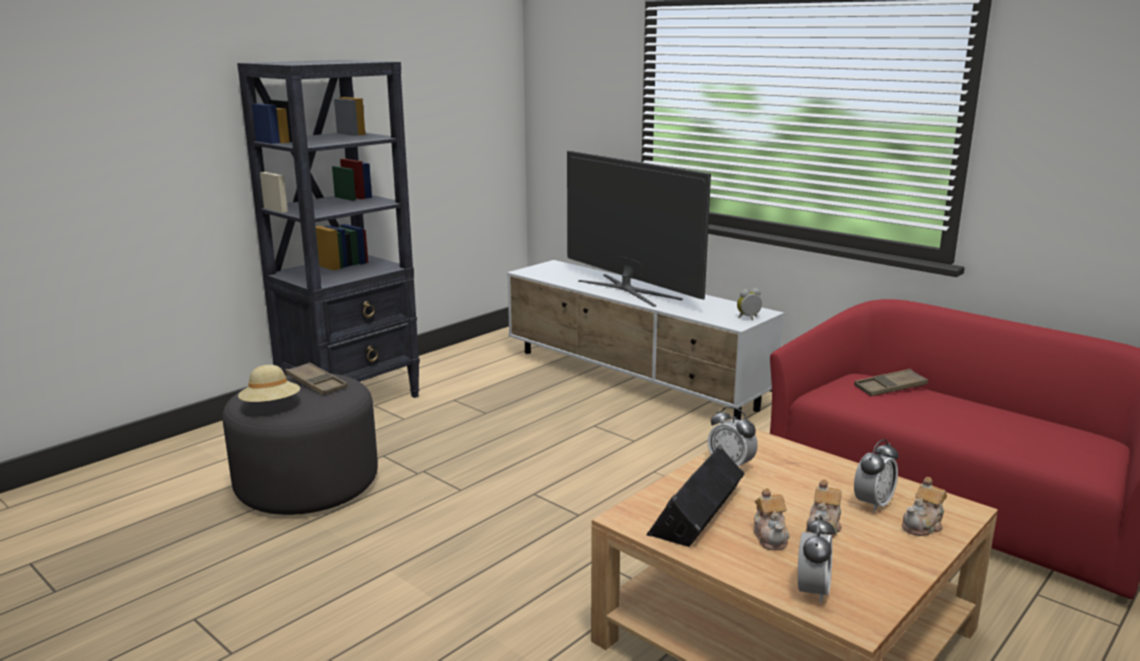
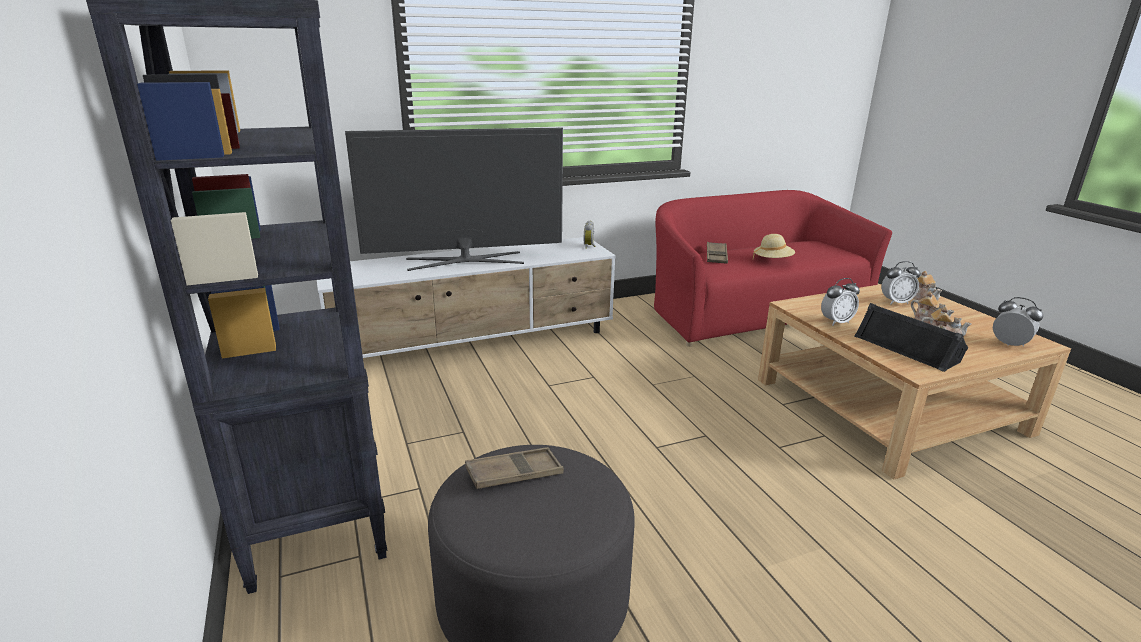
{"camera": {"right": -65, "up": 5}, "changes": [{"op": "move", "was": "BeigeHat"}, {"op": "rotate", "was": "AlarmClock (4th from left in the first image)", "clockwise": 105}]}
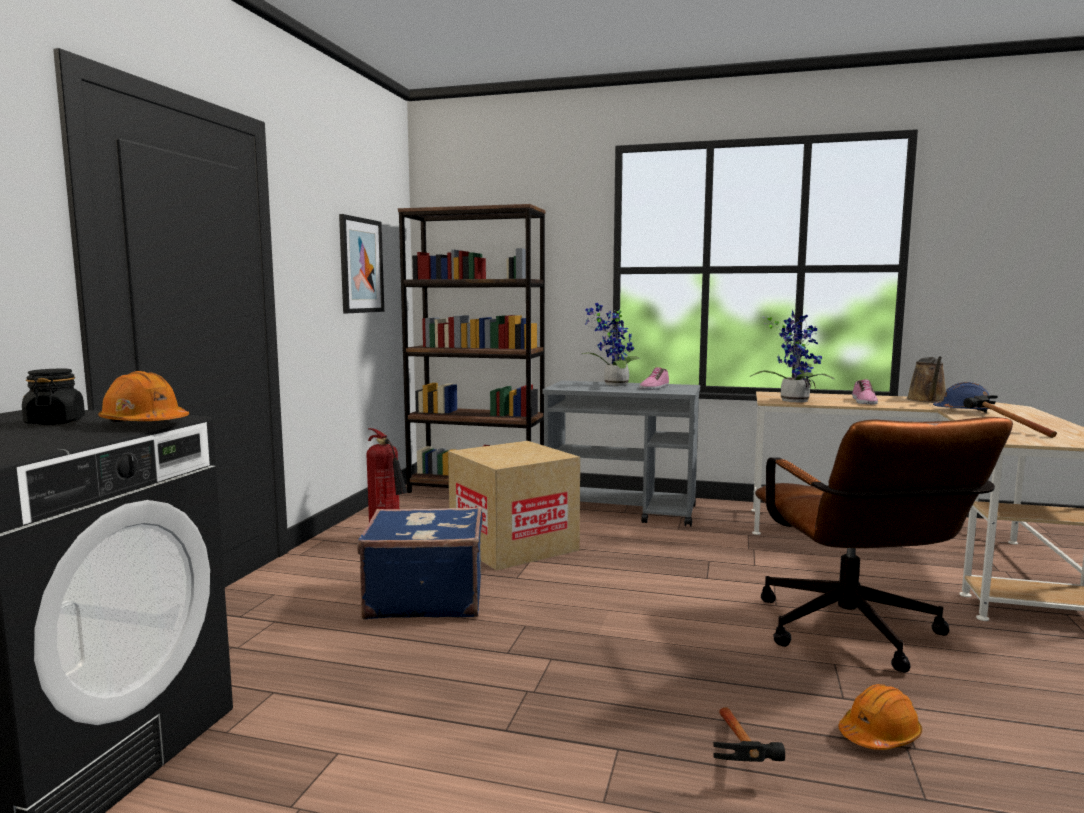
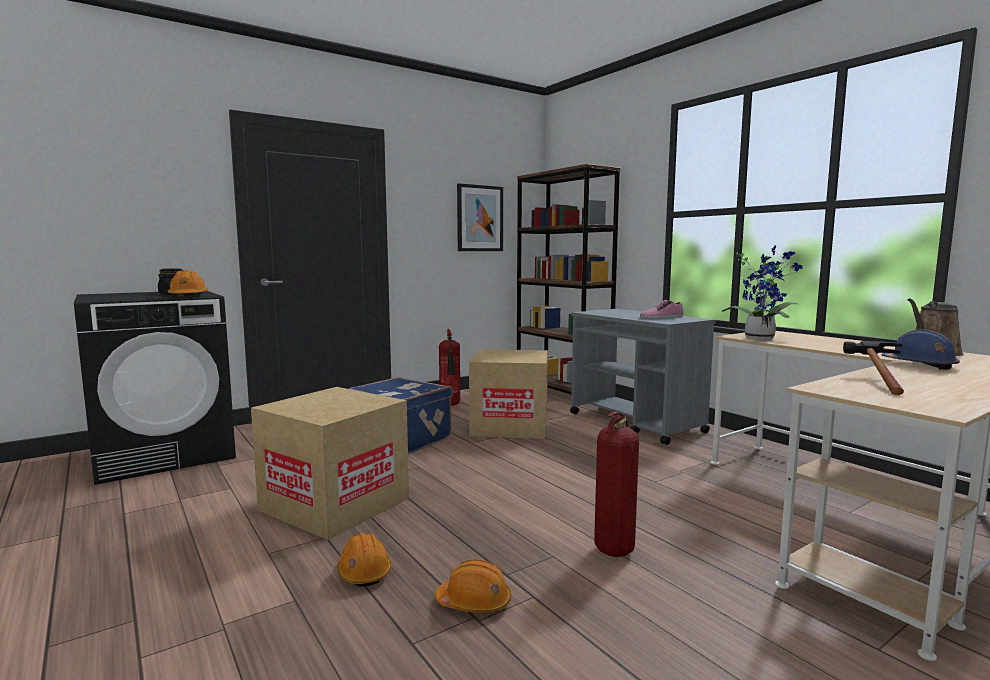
{"camera": {"right": 40, "up": 0}, "changes": [{"op": "delete", "was": "PottedPlant (1st from left)"}, {"op": "delete", "was": "Shoe (2nd from left)"}, {"op": "replace", "was": "BrownOfficeChair", "now": "FireExtinguisher (2nd from left)"}, {"op": "replace", "was": "Hammer (1st from left)", "now": "OrangeHardHat (2nd from left)"}, {"op": "insert", "now": "CardboardBox (1st from left)"}]}
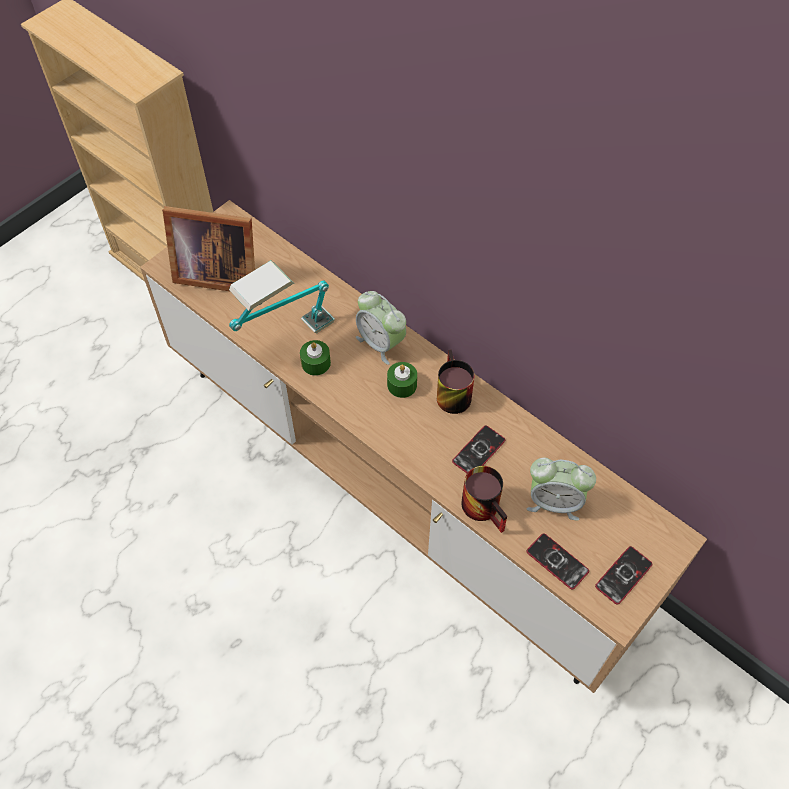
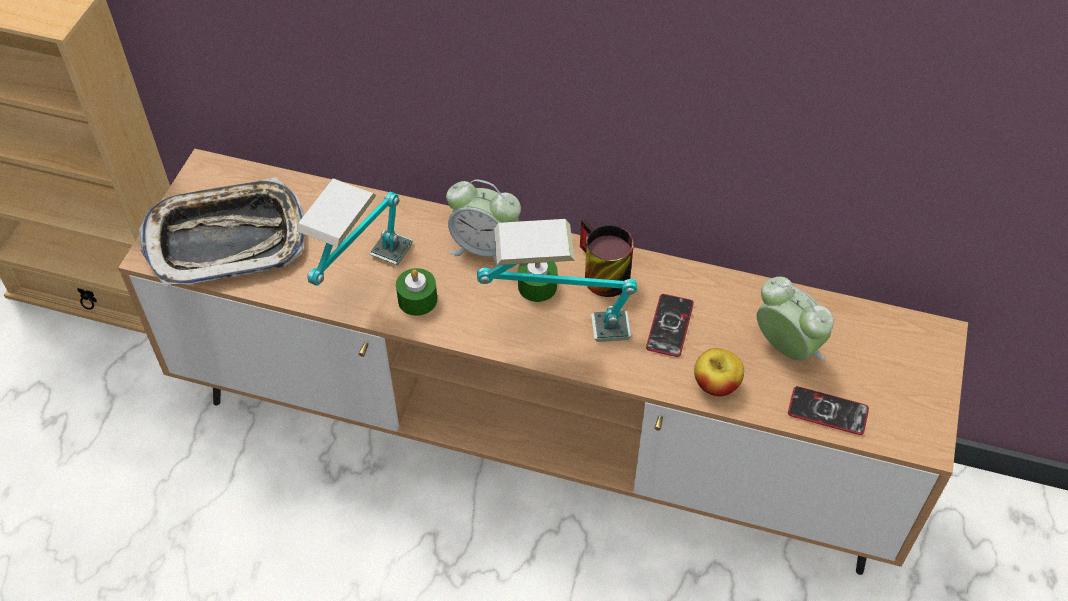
{"camera": {"right": -25, "up": -5}, "changes": [{"op": "replace", "was": "PictureFrame", "now": "Tray"}, {"op": "rotate", "was": "AlarmClock (2nd from left)", "clockwise": -120}, {"op": "replace", "was": "Mug (2nd from left)", "now": "Apple"}, {"op": "delete", "was": "Phone (3rd from left)"}, {"op": "insert", "now": "TableLamp (2nd from left)"}]}
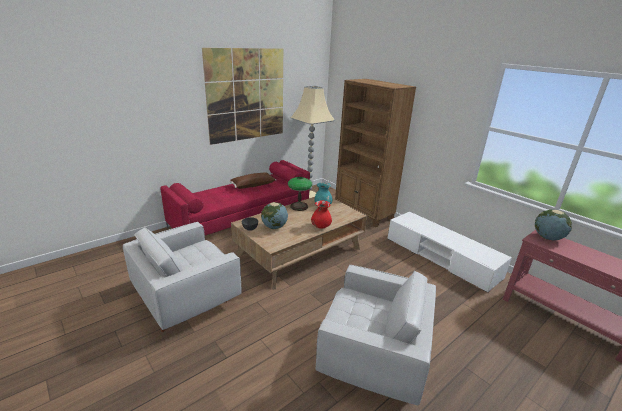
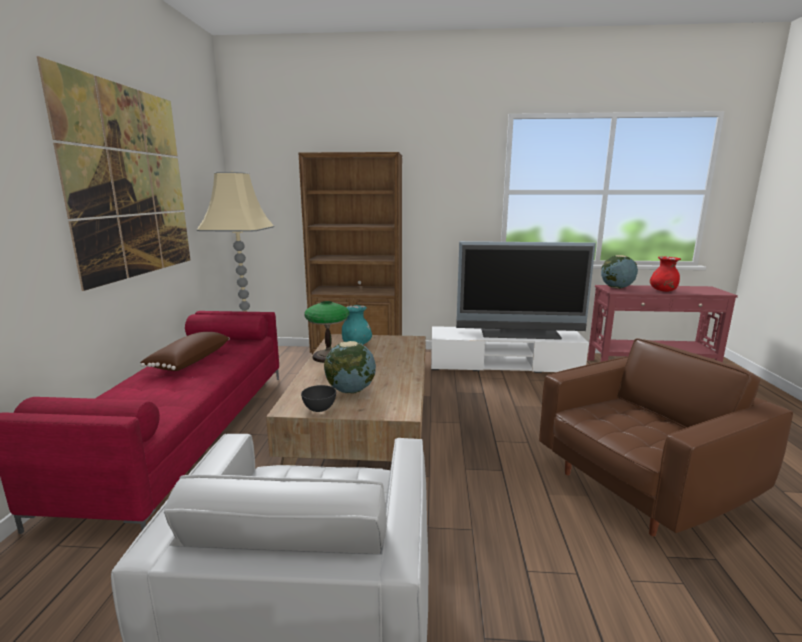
{"camera": {"right": -45, "up": -10}, "changes": [{"op": "move", "was": "RedVase"}, {"op": "recolor", "was": "WhiteArmchair (2nd from left)", "now": "BrownArmchair"}, {"op": "insert", "now": "Television"}]}
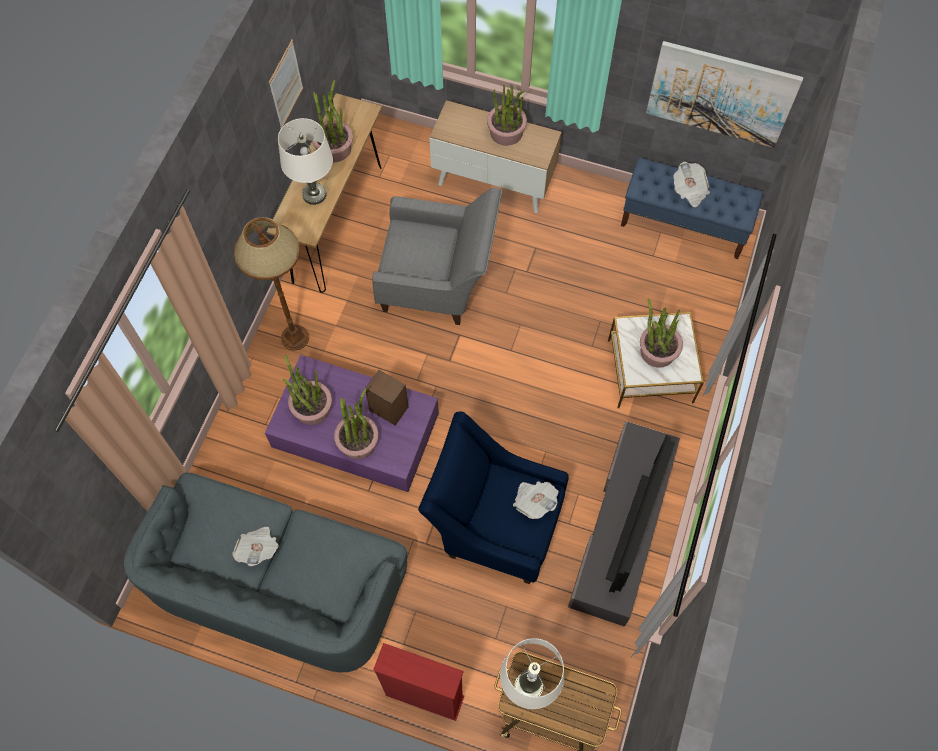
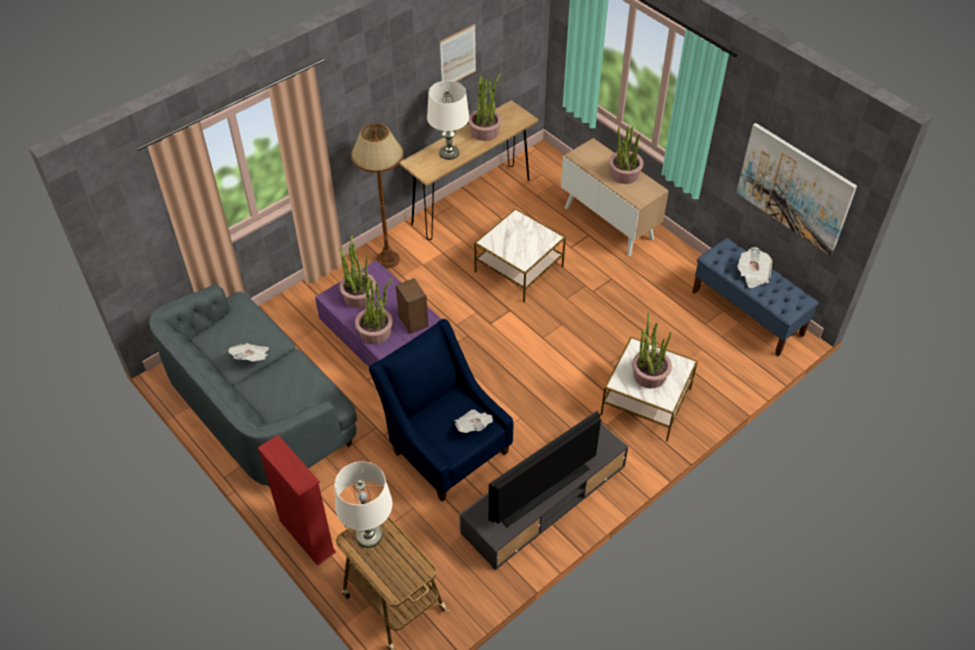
{"camera": {"right": 30, "up": -15}, "changes": [{"op": "replace", "was": "GreyArmchair", "now": "SideTable (1st from left)"}]}
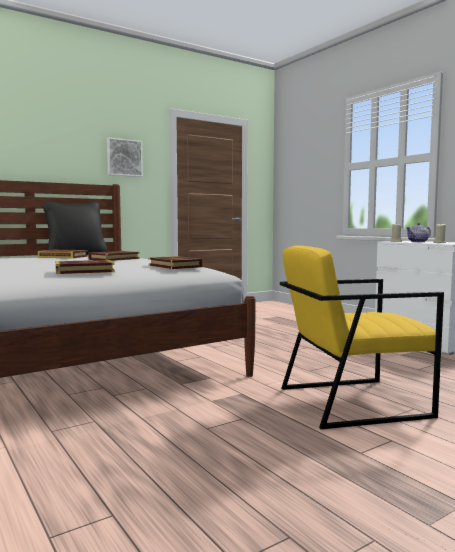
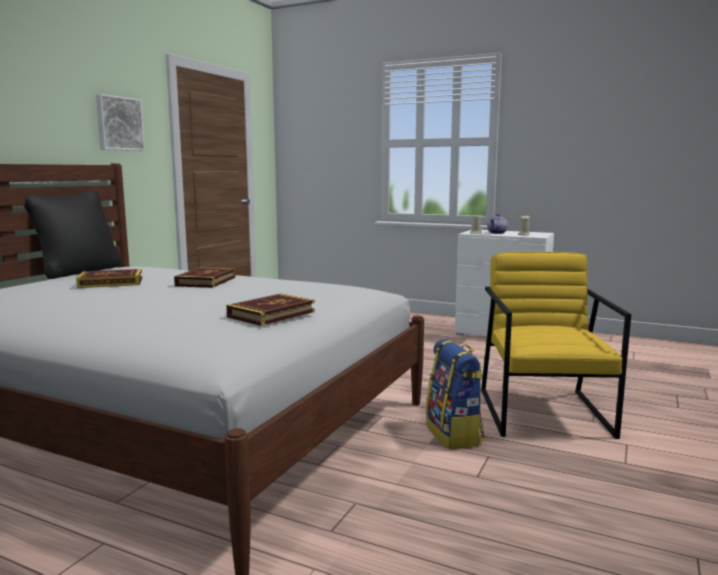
{"camera": {"right": -30, "up": 5}, "changes": [{"op": "rotate", "was": "YellowArmchair", "clockwise": 135}, {"op": "delete", "was": "Book (4th from left)"}, {"op": "insert", "now": "Backpack"}]}
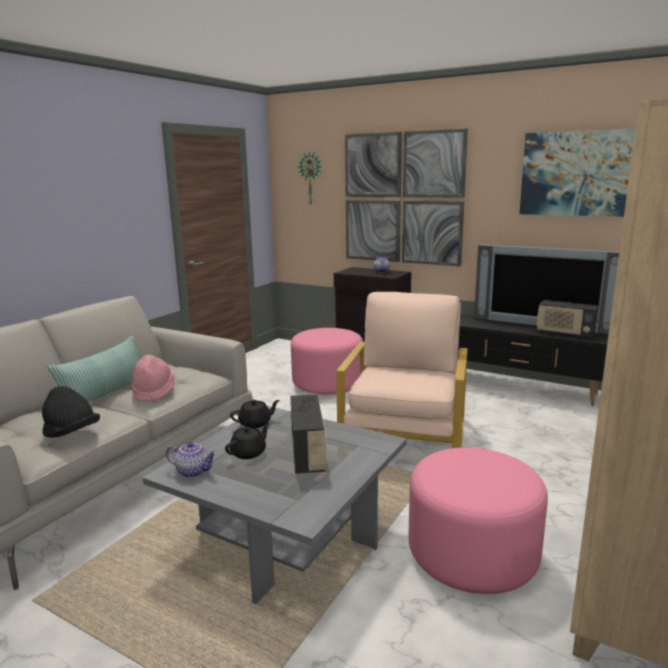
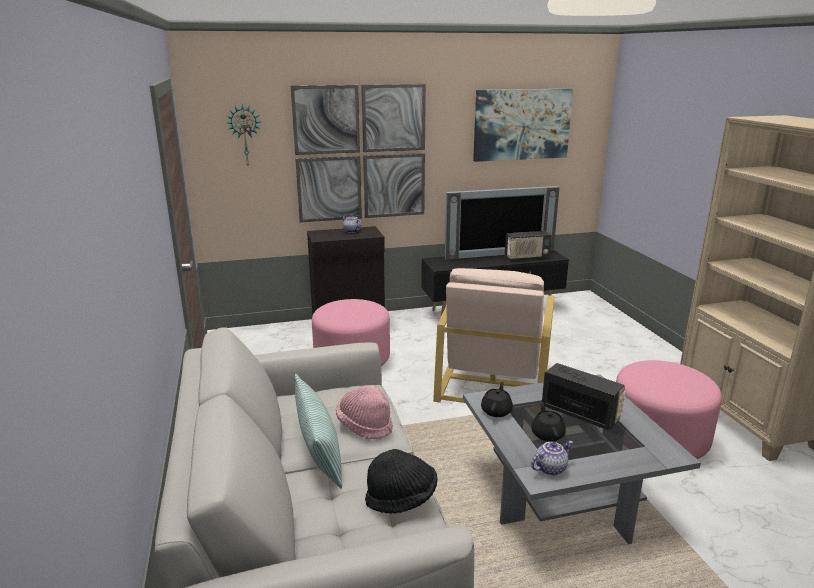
{"camera": {"right": -45, "up": 5}, "changes": [{"op": "rotate", "was": "BeigeArmchair", "clockwise": -135}]}
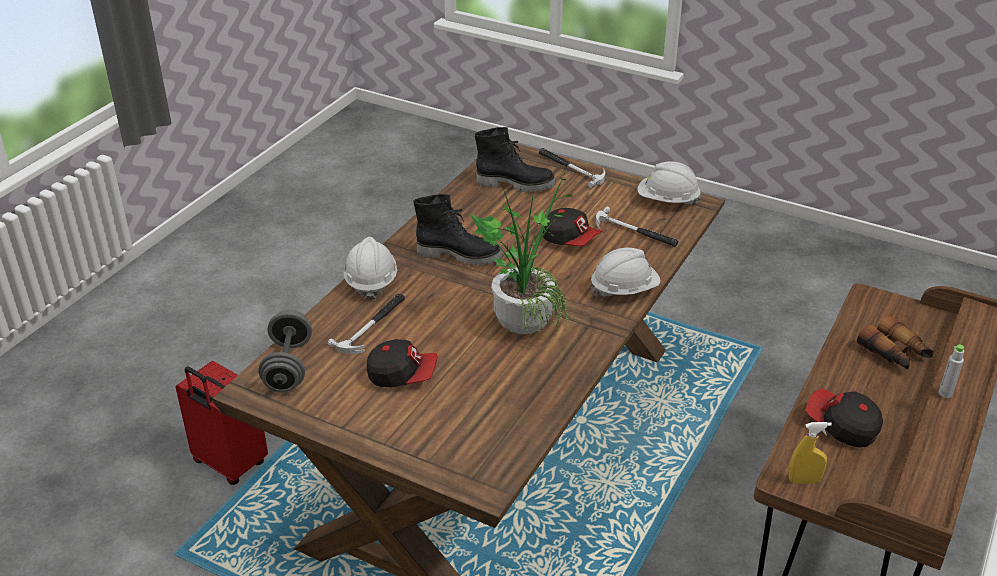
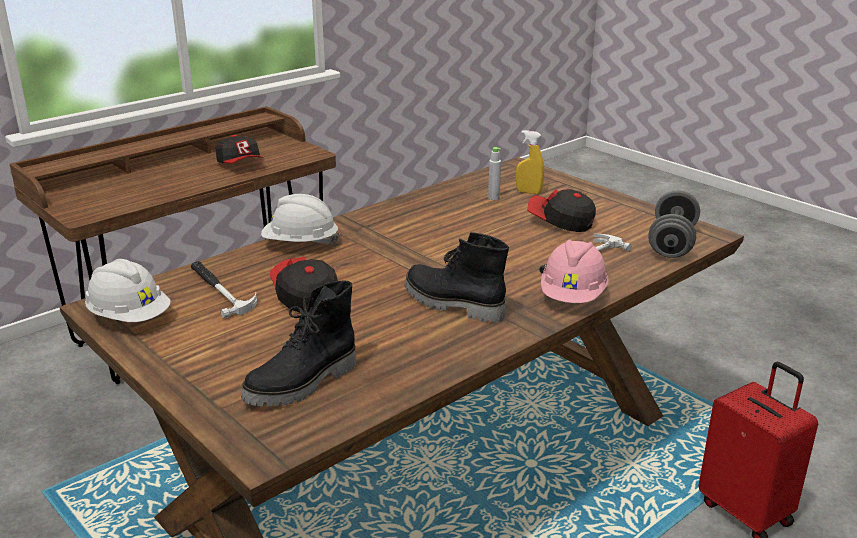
{"camera": {"right": -160, "up": -10}, "changes": [{"op": "rotate", "was": "BlackBoot (2nd from left in the first image)", "clockwise": -75}, {"op": "delete", "was": "Hammer (2nd from left)"}, {"op": "delete", "was": "PottedPlant"}, {"op": "recolor", "was": "WhiteHardHat (1st from left)", "now": "PinkHardHat"}, {"op": "delete", "was": "Binoculars"}, {"op": "move", "was": "GreyBottle"}, {"op": "move", "was": "YellowSprayBottle"}]}
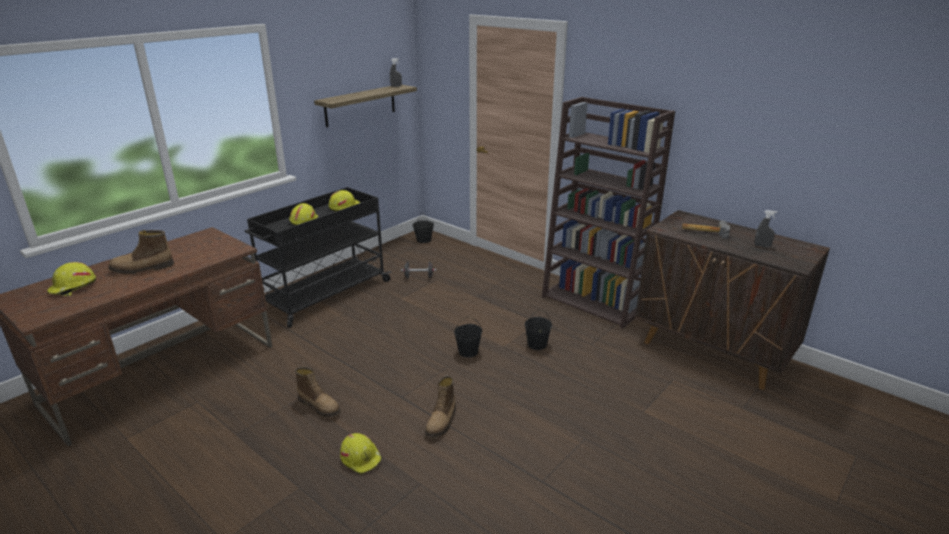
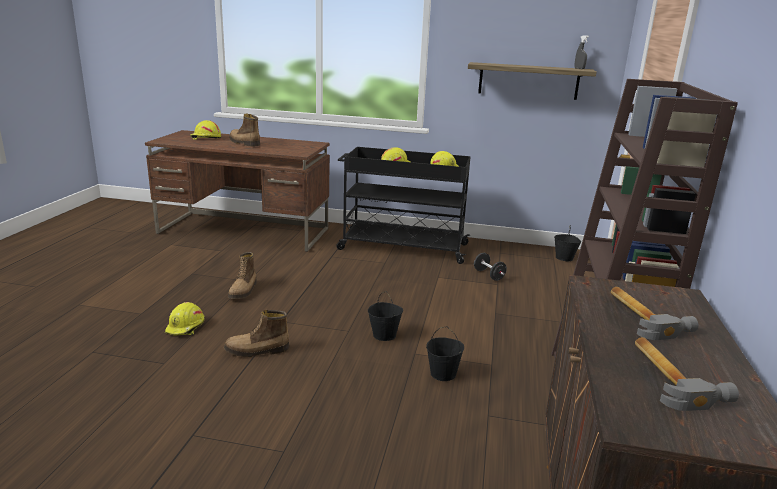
{"camera": {"right": 60, "up": -5}, "changes": [{"op": "replace", "was": "GreySprayBottle (2nd from left)", "now": "Hammer (2nd from left)"}]}
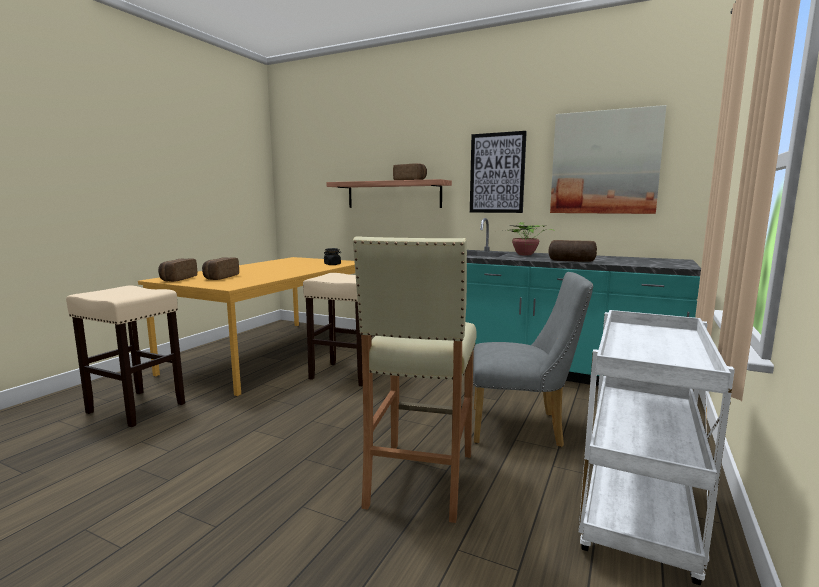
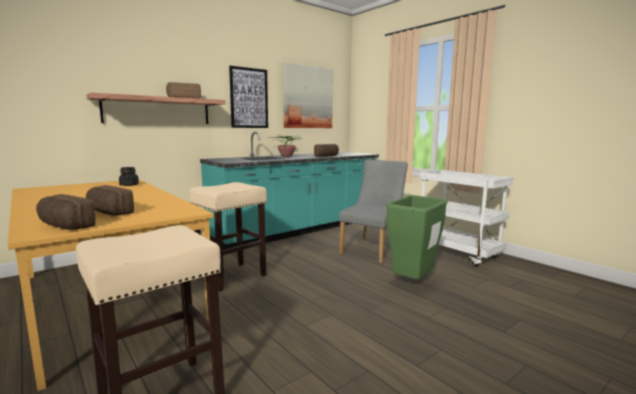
{"camera": {"right": -65, "up": 0}, "changes": [{"op": "replace", "was": "BeigeStool (3rd from left)", "now": "GreenTrashCan"}]}
